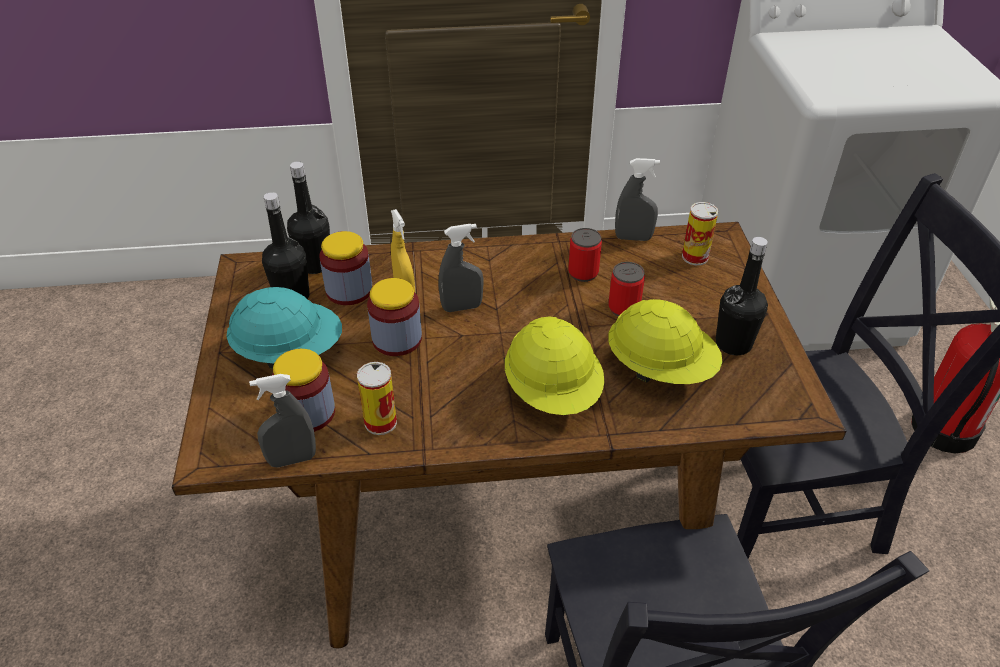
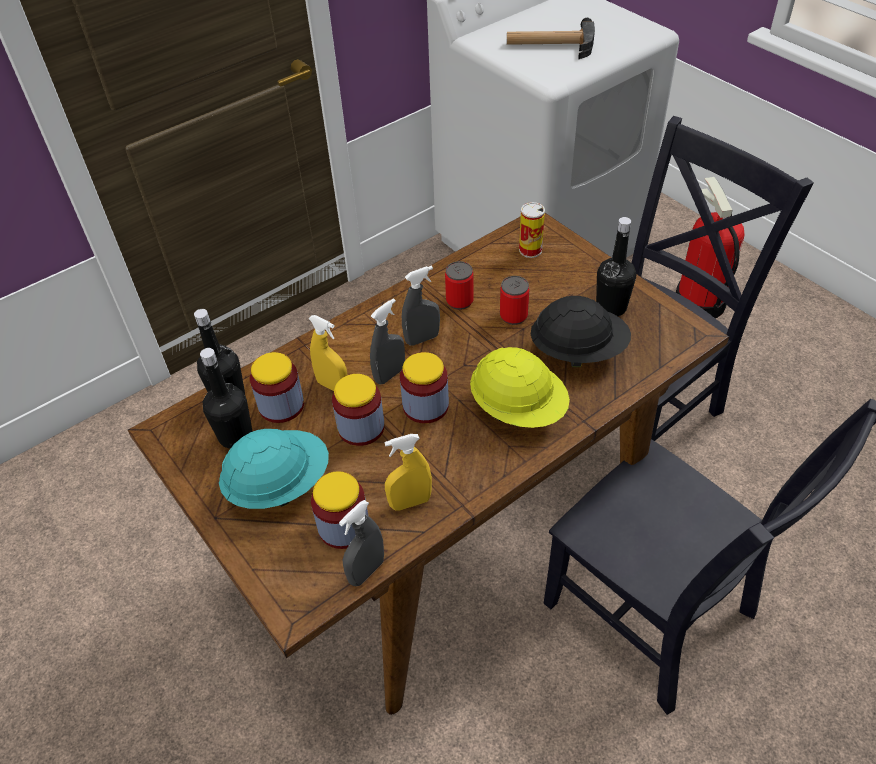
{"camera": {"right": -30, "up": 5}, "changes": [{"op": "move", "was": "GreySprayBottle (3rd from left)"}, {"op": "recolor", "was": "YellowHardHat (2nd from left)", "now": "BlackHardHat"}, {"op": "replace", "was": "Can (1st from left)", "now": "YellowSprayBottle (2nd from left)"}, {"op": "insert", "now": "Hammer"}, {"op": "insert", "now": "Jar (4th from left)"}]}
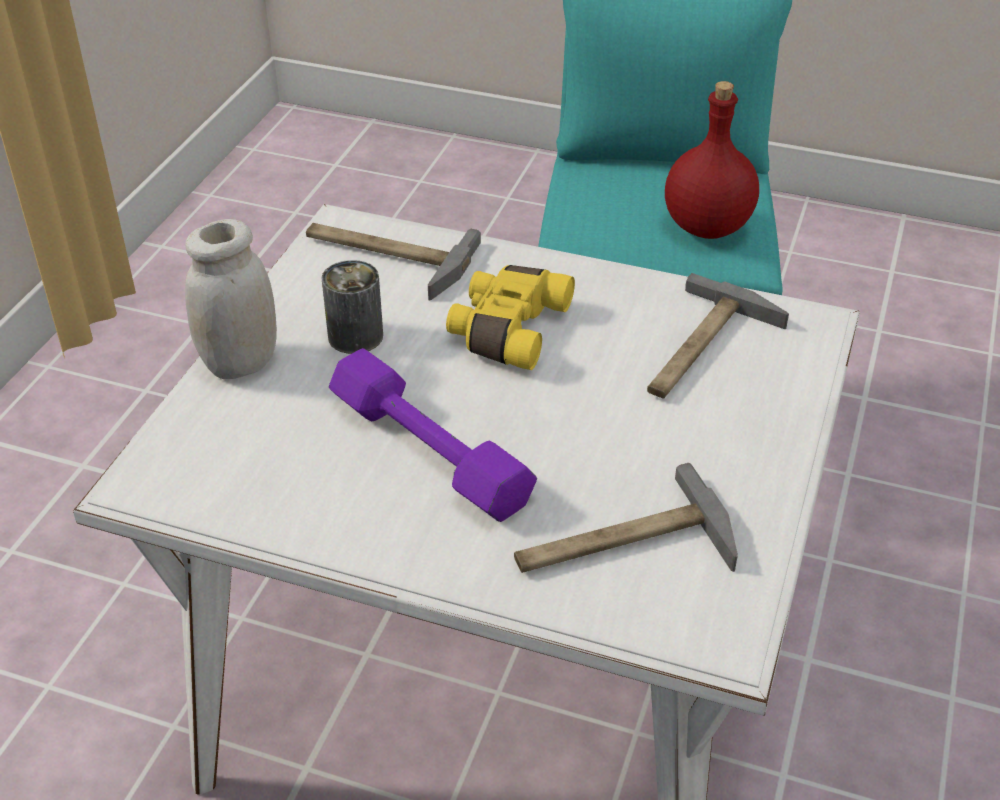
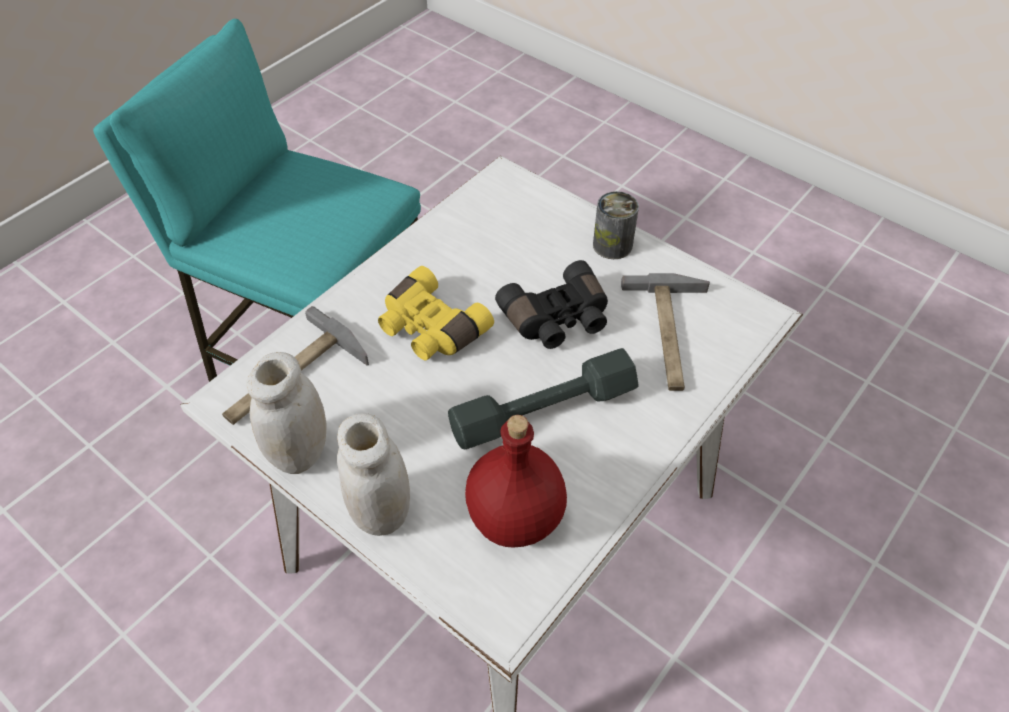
{"camera": {"right": -70, "up": 10}, "changes": [{"op": "move", "was": "RedBottle"}, {"op": "move", "was": "Can"}, {"op": "delete", "was": "Hammer (3rd from left)"}, {"op": "recolor", "was": "PurpleDumbbell", "now": "GreyDumbbell"}, {"op": "insert", "now": "BlackBinoculars"}, {"op": "insert", "now": "WhiteJar (1st from left)"}]}
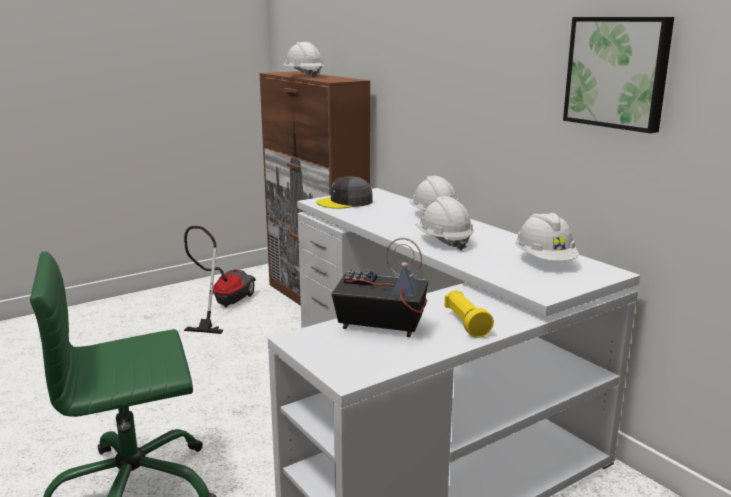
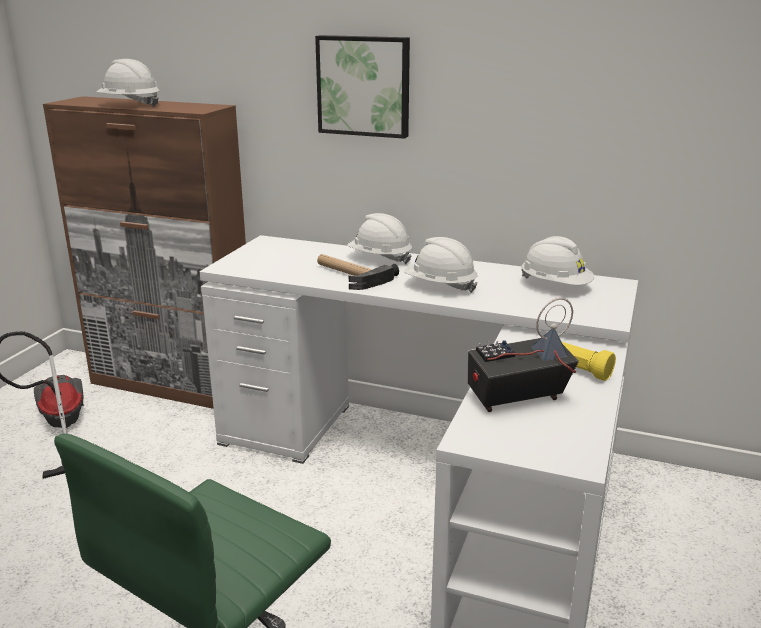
{"camera": {"right": -35, "up": 5}, "changes": [{"op": "move", "was": "Picture"}, {"op": "delete", "was": "GreyCap"}, {"op": "insert", "now": "Hammer"}]}
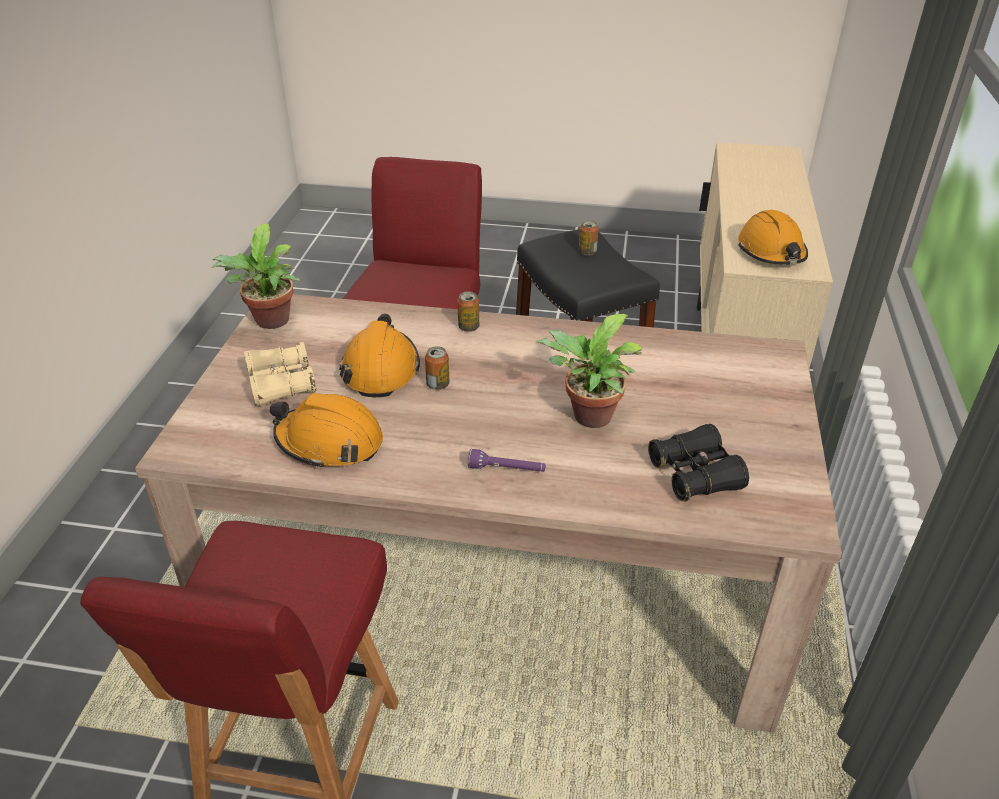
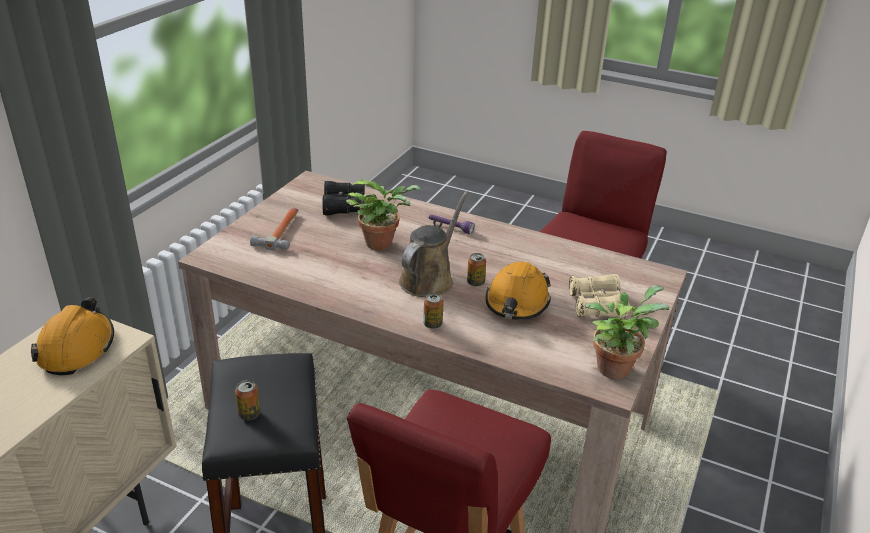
{"camera": {"right": -165, "up": -5}, "changes": [{"op": "delete", "was": "OrangeHardHat (1st from left)"}, {"op": "insert", "now": "BrownWateringCan"}, {"op": "insert", "now": "Hammer"}]}
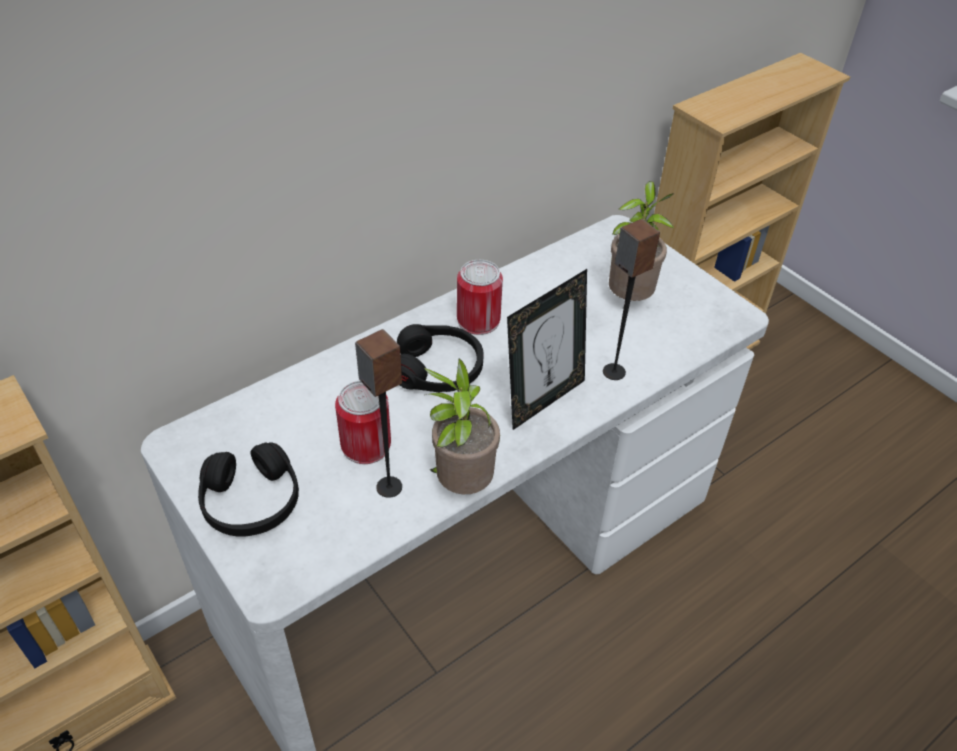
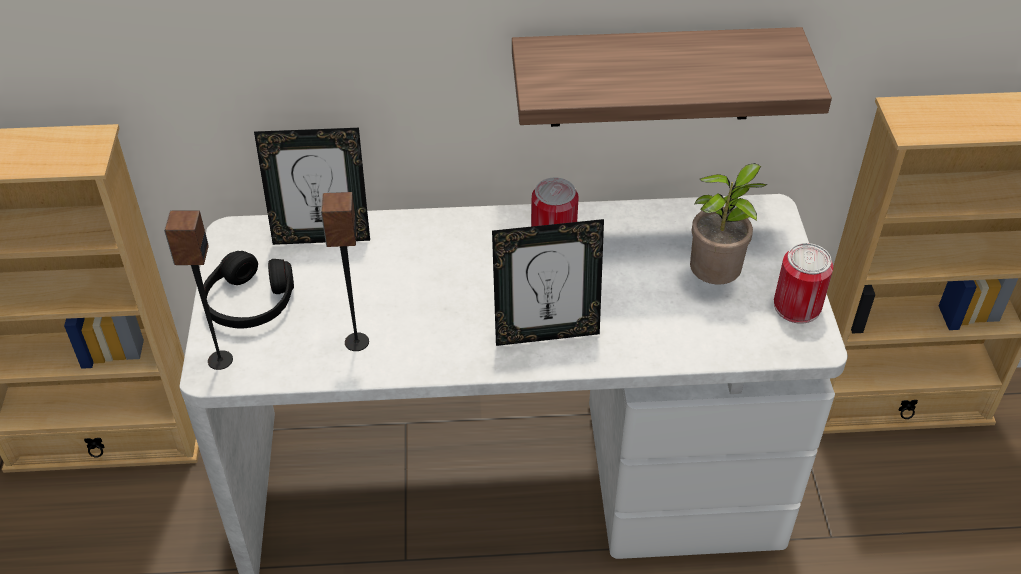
{"camera": {"right": 35, "up": 0}, "changes": [{"op": "move", "was": "Speaker (2nd from left in the first image)", "now": "Speaker (1st from left)"}, {"op": "delete", "was": "BlackHeadphones (2nd from left)"}, {"op": "delete", "was": "PottedPlant (1st from left)"}, {"op": "move", "was": "Can (1st from left in the first image)", "now": "Can (2nd from left)"}, {"op": "insert", "now": "Shelf"}, {"op": "insert", "now": "PictureFrame (1st from left)"}]}
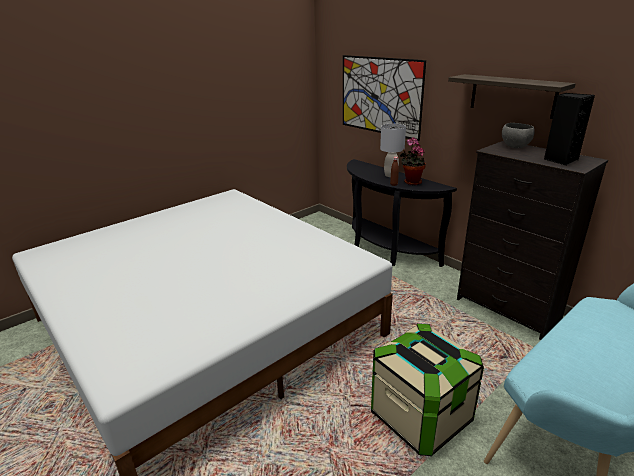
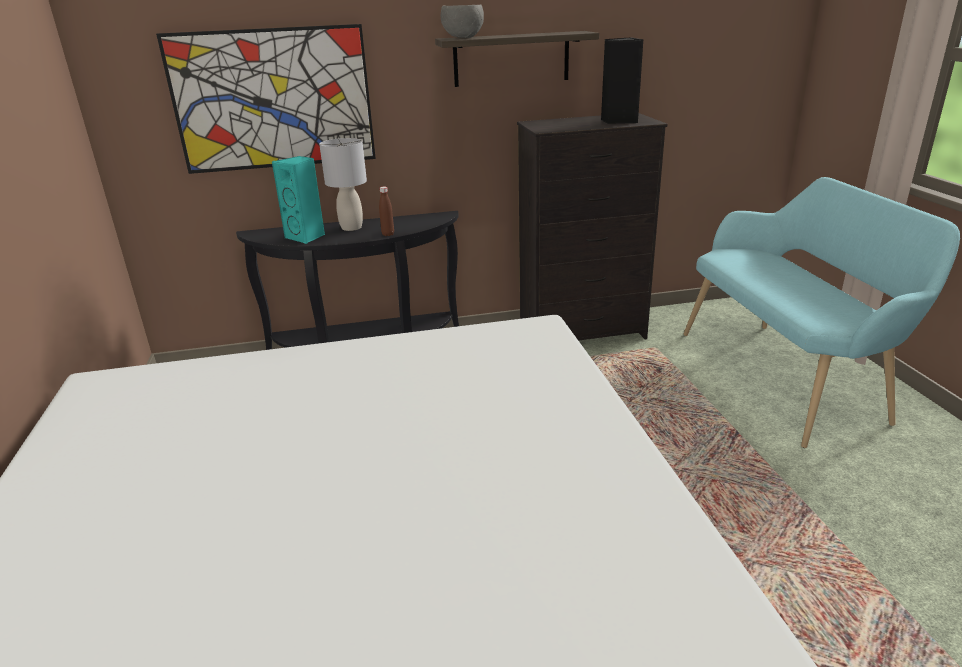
{"camera": {"right": -60, "up": 0}, "changes": [{"op": "move", "was": "GreyBowl"}, {"op": "delete", "was": "PottedPlant"}, {"op": "delete", "was": "StorageBox"}, {"op": "insert", "now": "TurquoiseSpeaker"}]}
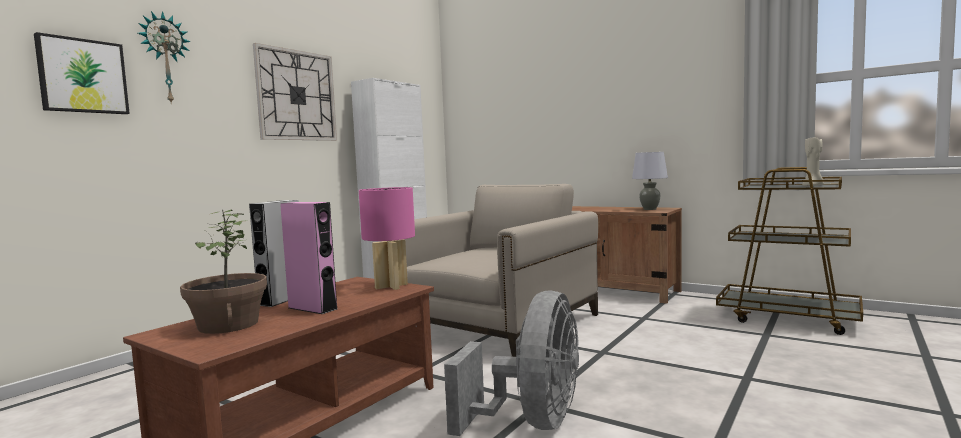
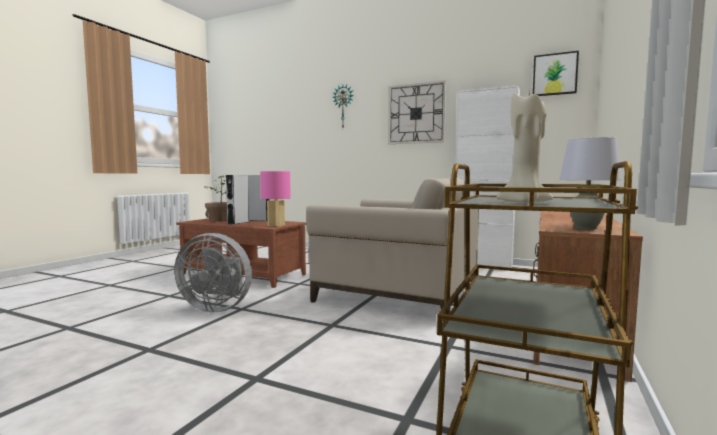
{"camera": {"right": 80, "up": 0}, "changes": [{"op": "move", "was": "Picture"}, {"op": "recolor", "was": "PinkSpeaker", "now": "GreySpeaker (1st from left)"}]}
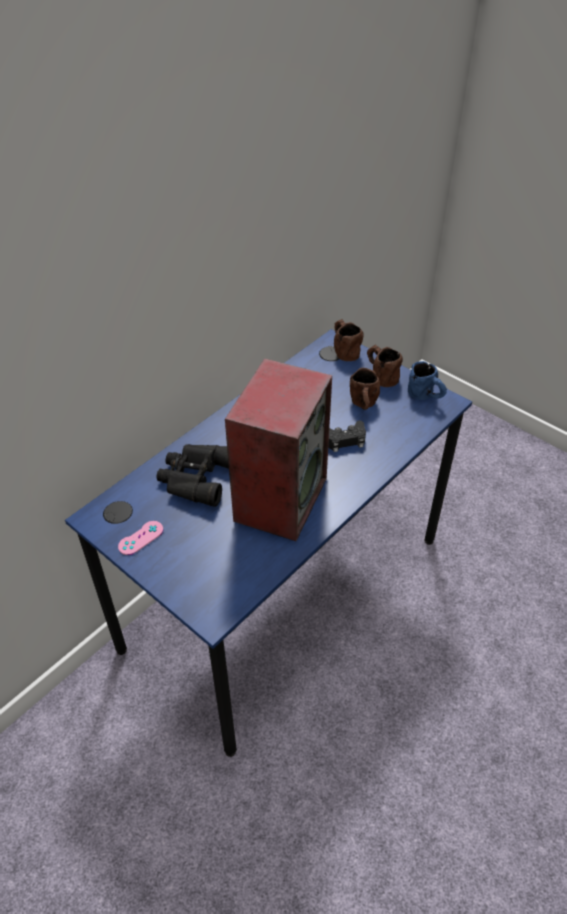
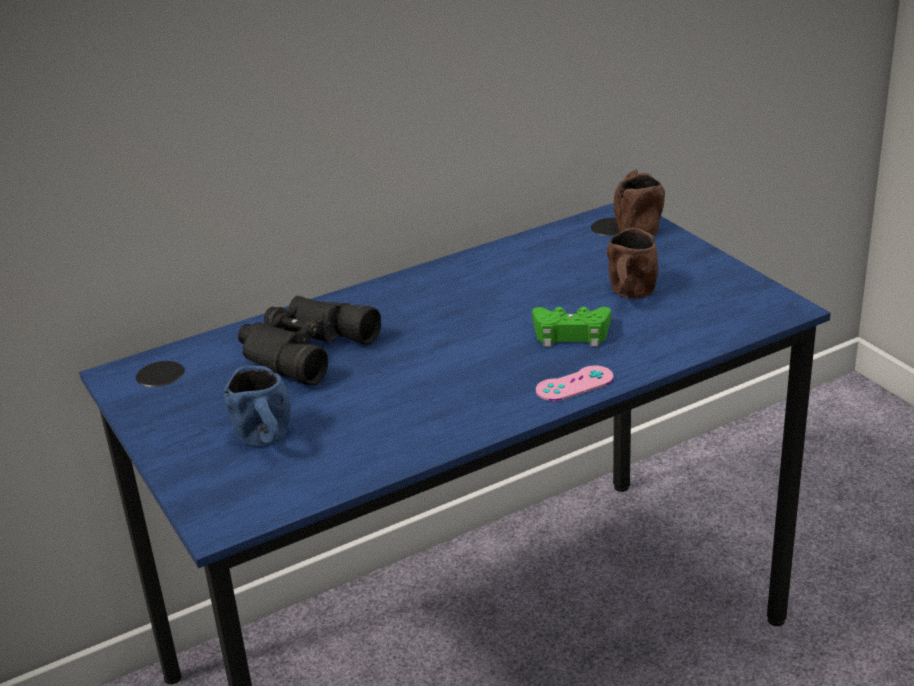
{"camera": {"right": 20, "up": -15}, "changes": [{"op": "delete", "was": "BrownMug (3rd from left)"}, {"op": "delete", "was": "Speaker"}, {"op": "move", "was": "BlueMug"}, {"op": "recolor", "was": "BlackGameController", "now": "GreenGameController"}, {"op": "move", "was": "PinkGameController"}]}
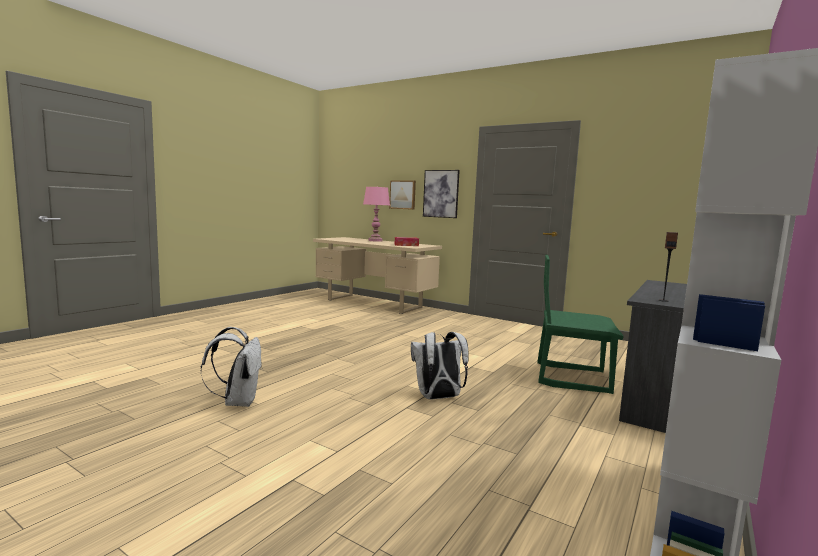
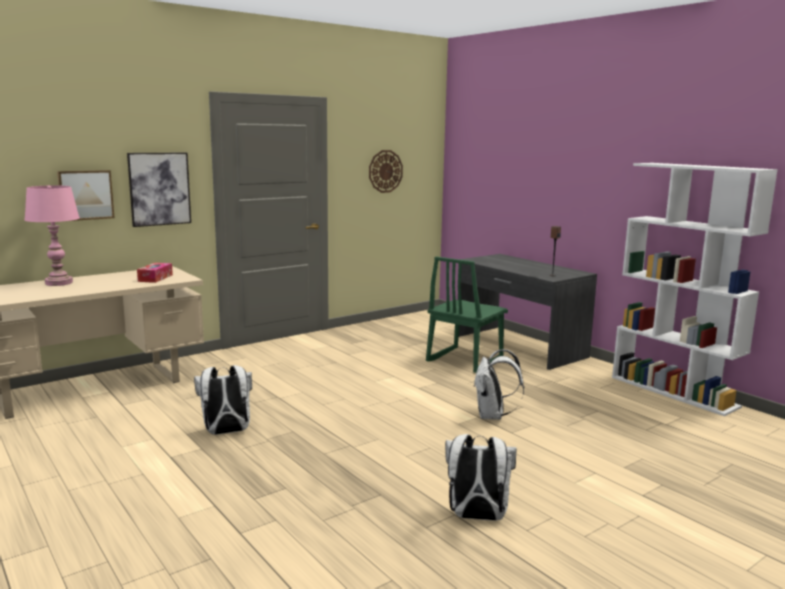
{"camera": {"right": -70, "up": 5}, "changes": [{"op": "insert", "now": "WallClock"}, {"op": "insert", "now": "WhiteBackpack (1st from left)"}]}
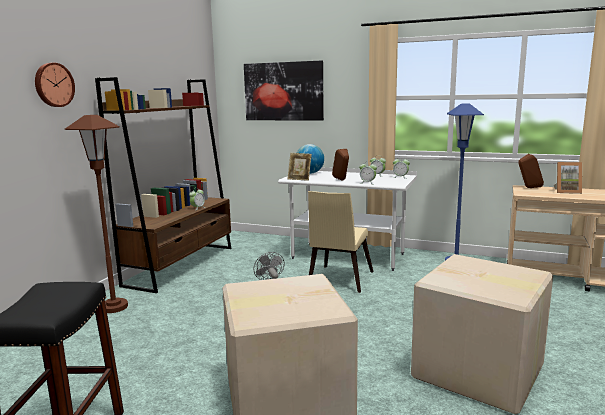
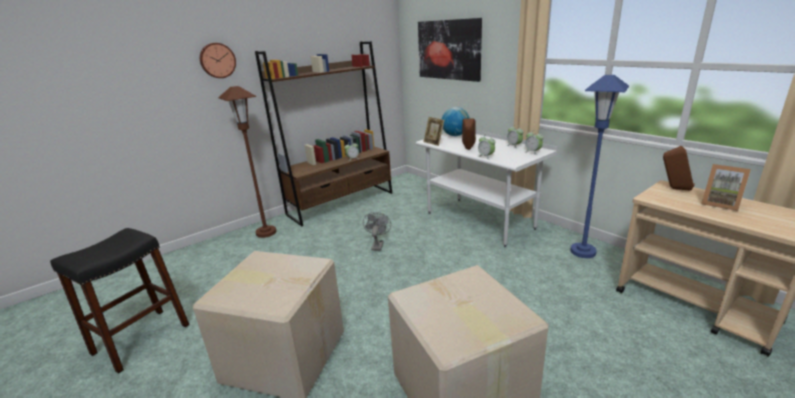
{"camera": {"right": 30, "up": 10}, "changes": [{"op": "delete", "was": "BeigeChair"}]}
